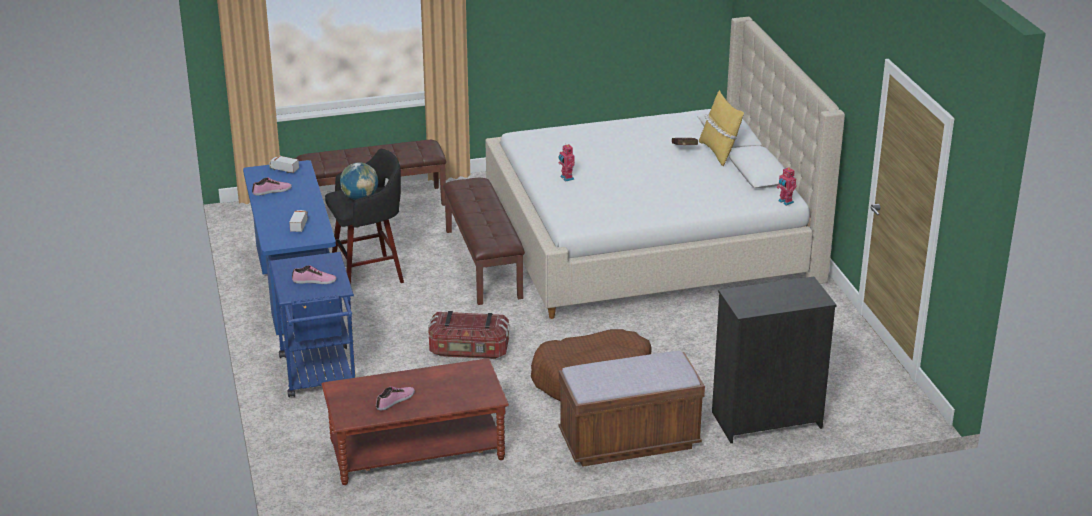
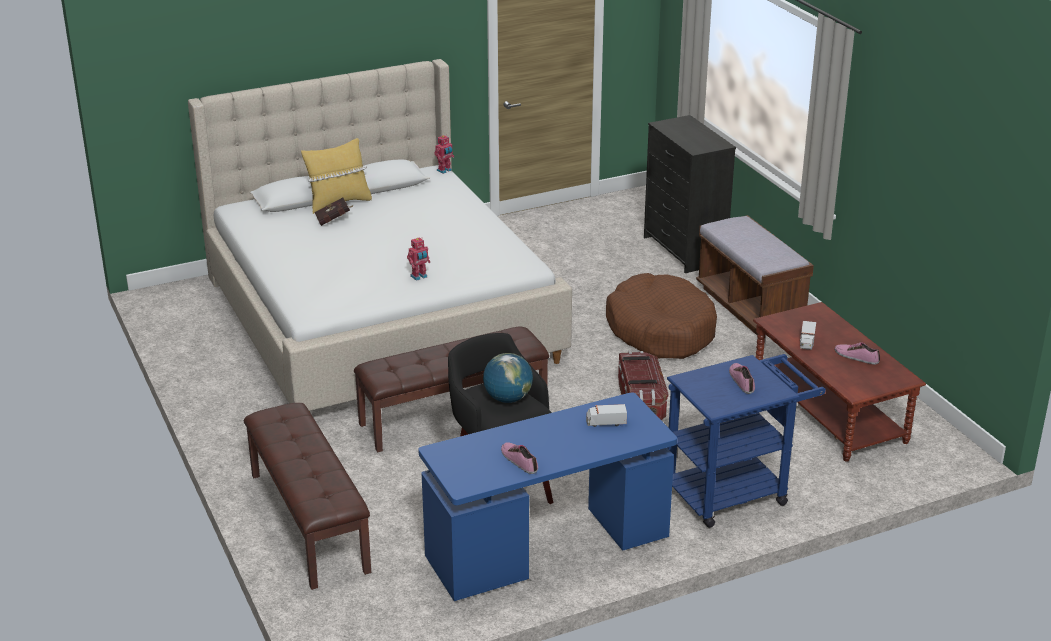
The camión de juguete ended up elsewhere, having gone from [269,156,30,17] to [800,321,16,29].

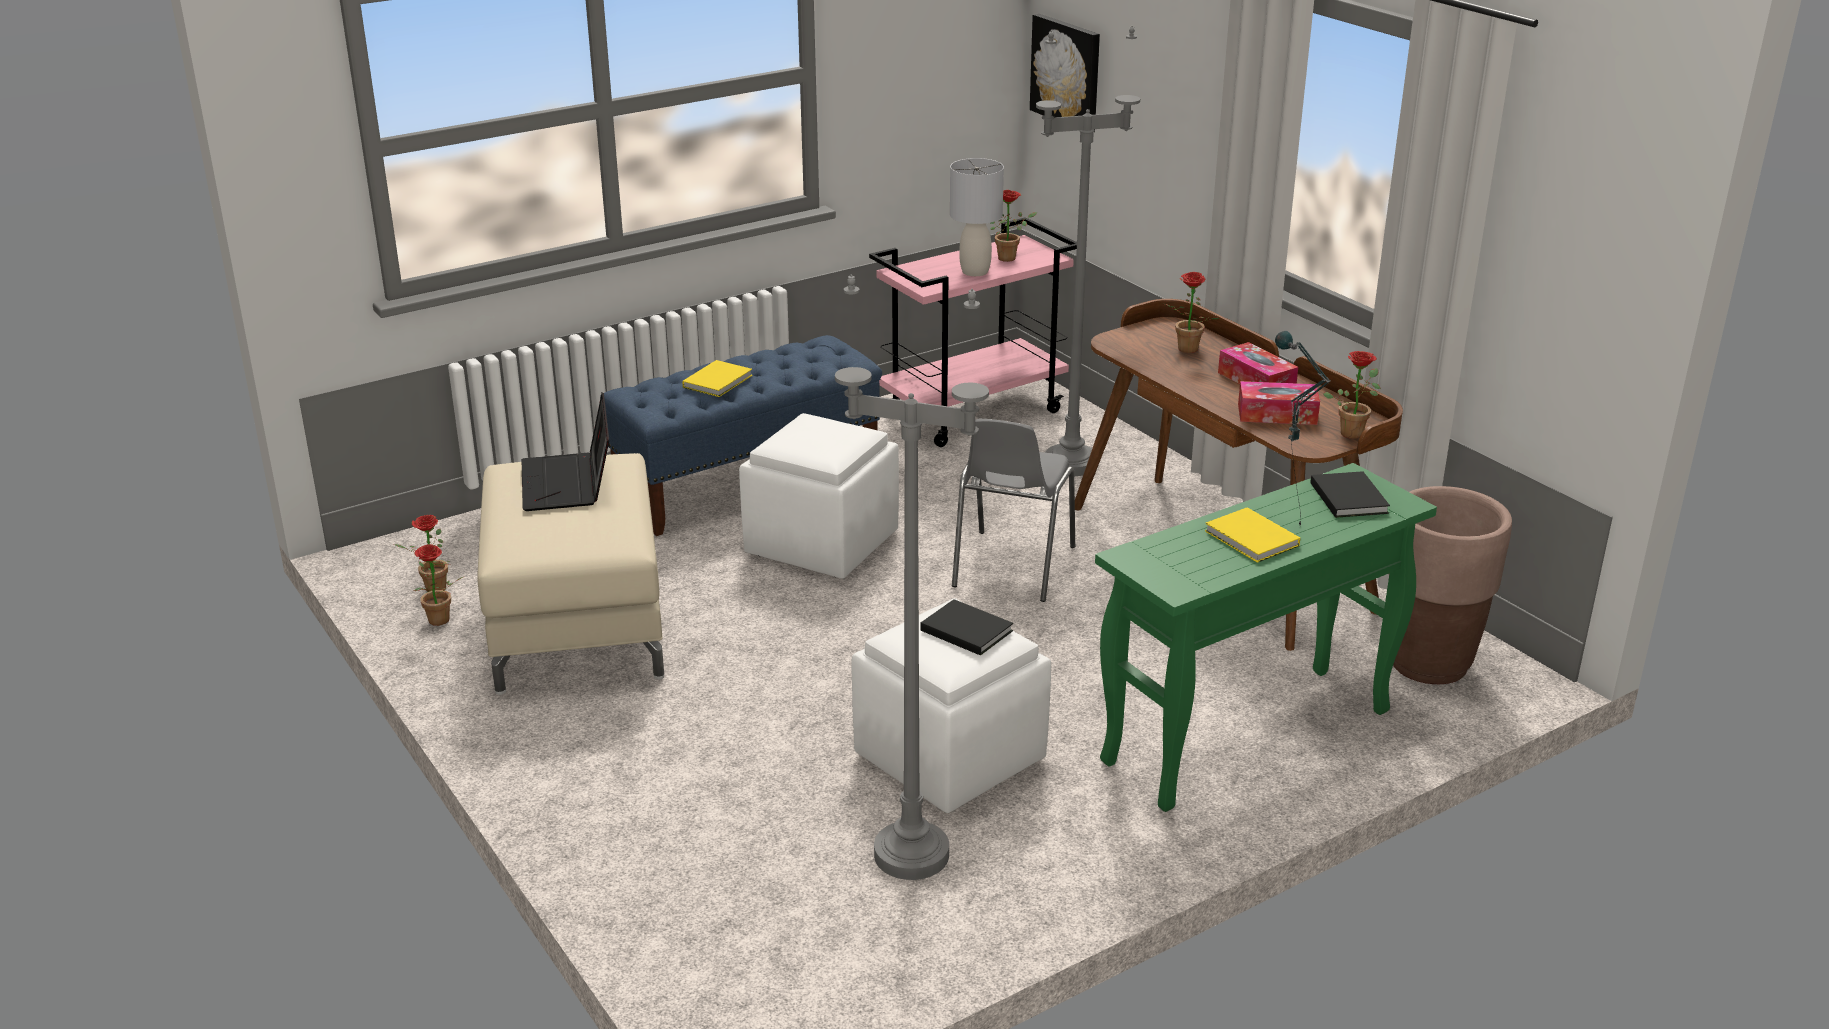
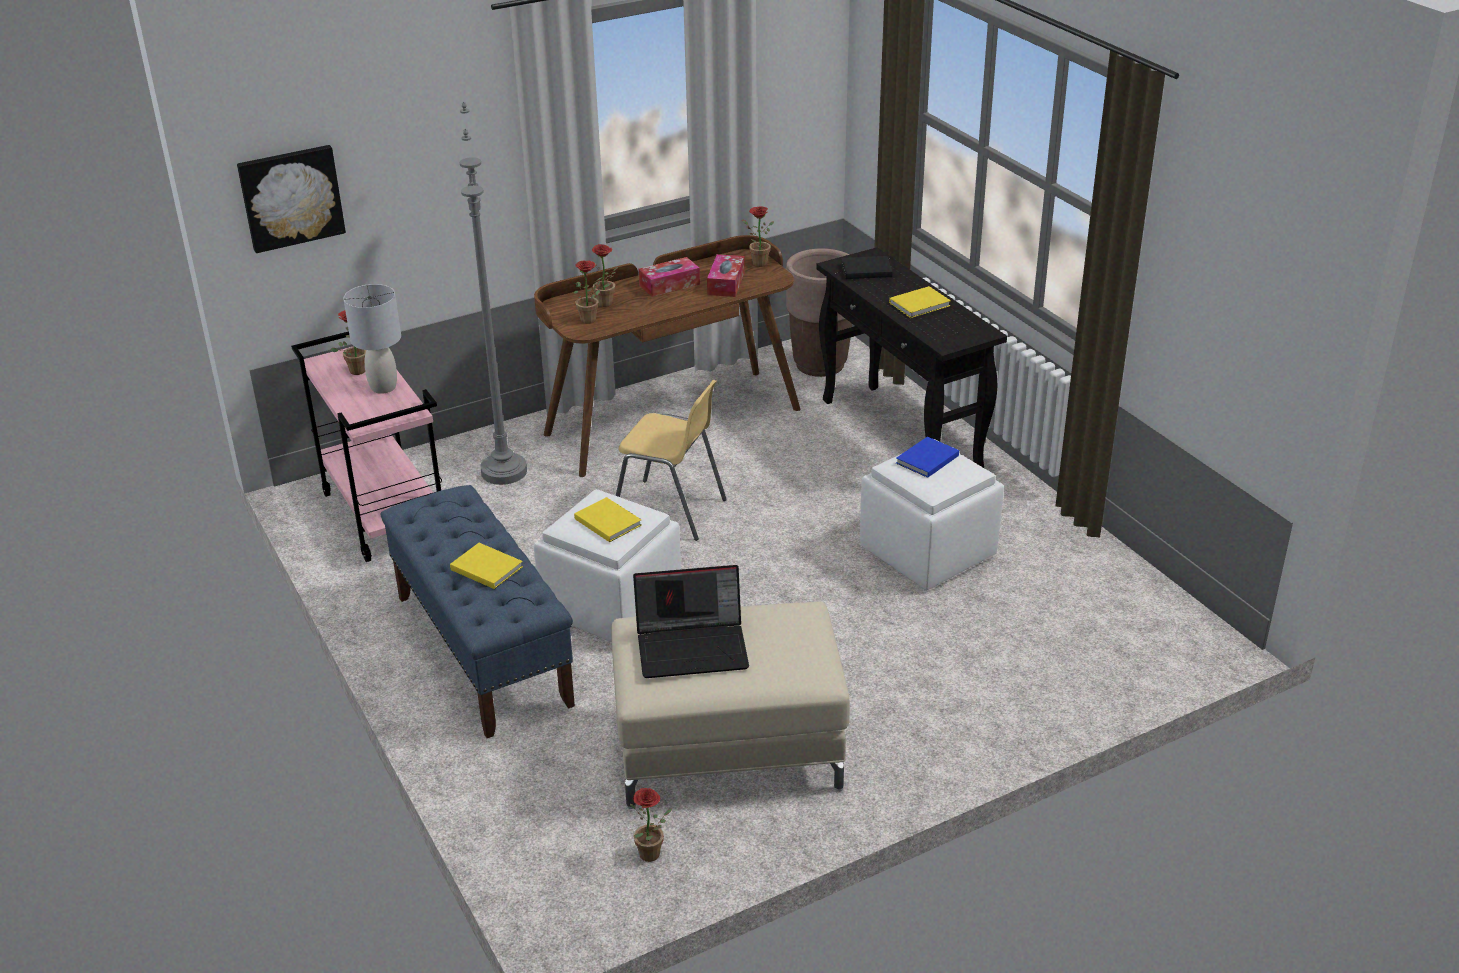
The planta en maceta ended up elsewhere, having gone from [413,544,52,82] to [573,261,39,63]. The second view lost the lámpara de pie (gris) at [835,275,154,605]. What was the libro (negro) at [920,599,93,56] turned into the libro (azul) at [896,437,63,41]. What was the silla (gris) at [952,419,123,183] turned into the silla (amarillo) at [616,380,111,161]. What was the mesa consola (verde) at [1095,463,342,349] turned into the mesa consola (negro) at [816,247,191,221]. The second view lost the lámpara de mesa at [1275,331,56,195]. The second view gained the libro (amarillo) at [574,497,68,45].

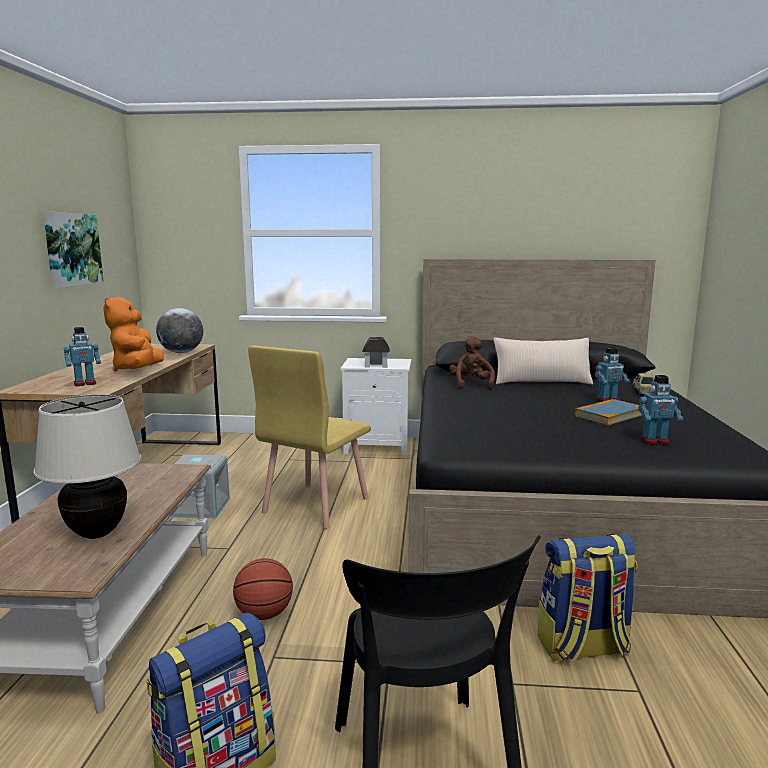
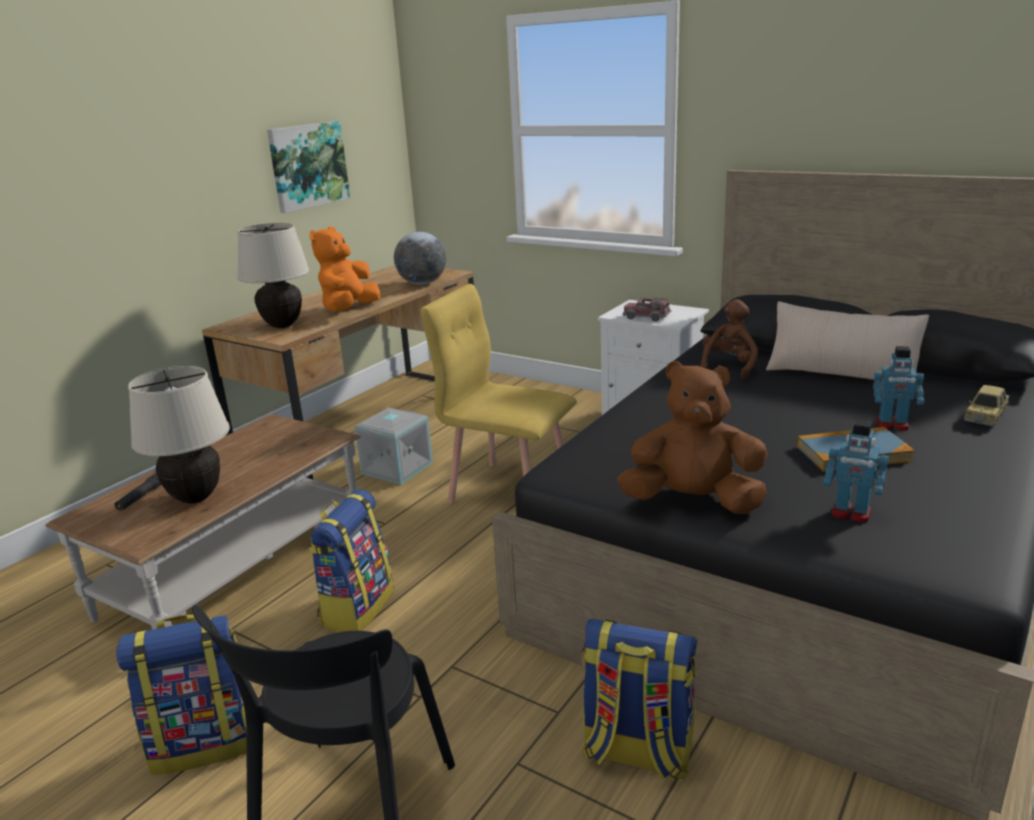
Where the robot de juguete stood at [64,327,37,59], the lámpara de mesa (beis) came to stand at [237,223,73,105]. Where the balón de baloncesto stood at [233,558,60,62], the mochila came to stand at [308,489,86,143]. The silla (amarillo) at [248,346,123,183] ended up facing another way, 60 degrees clockwise from before. Where the casita stood at [362,337,28,31], the camión de juguete came to stand at [623,297,48,24]. The second view gained the linterna (negro) at [115,473,46,38]. The second view gained the peluche (marrón) at [617,361,151,153].

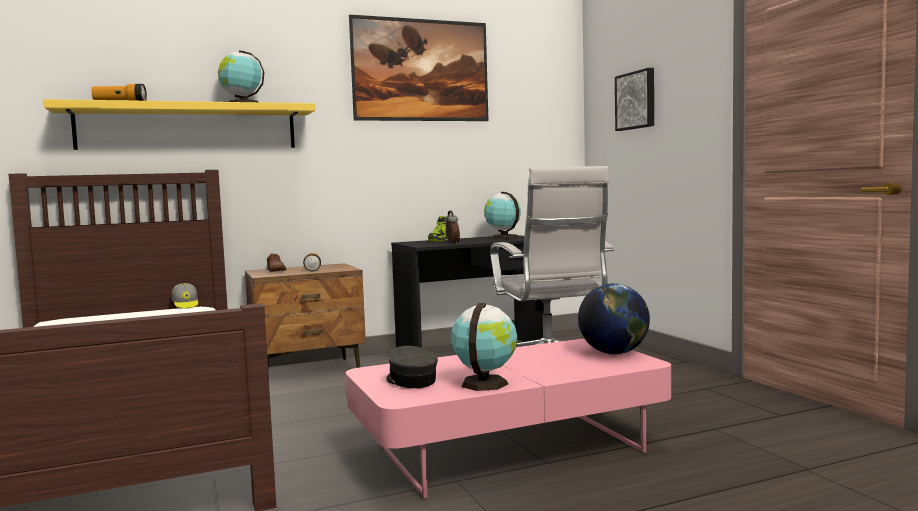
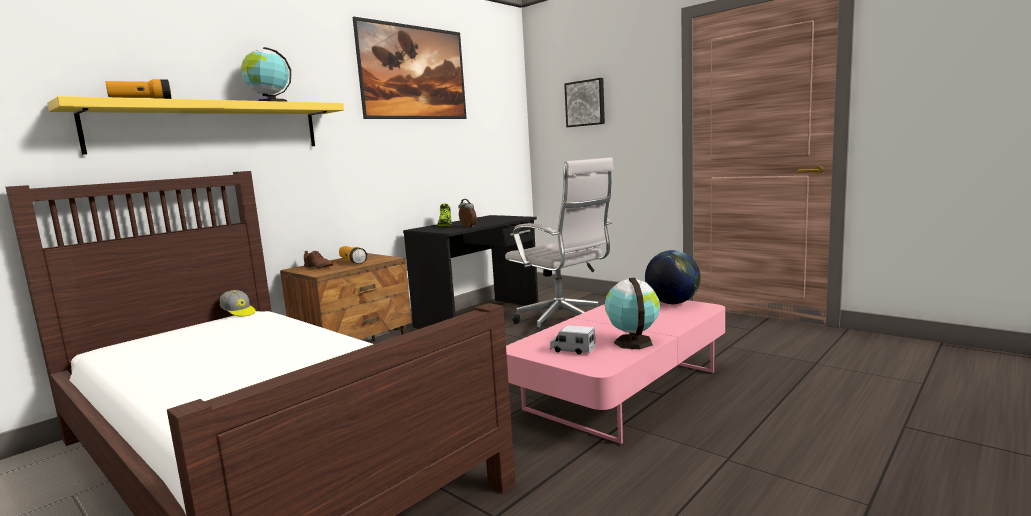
Where the gorra (gris) stood at [386,346,52,42], the camión de juguete came to stand at [550,325,46,29]. The second view lost the globo terráqueo at [484,192,37,47].

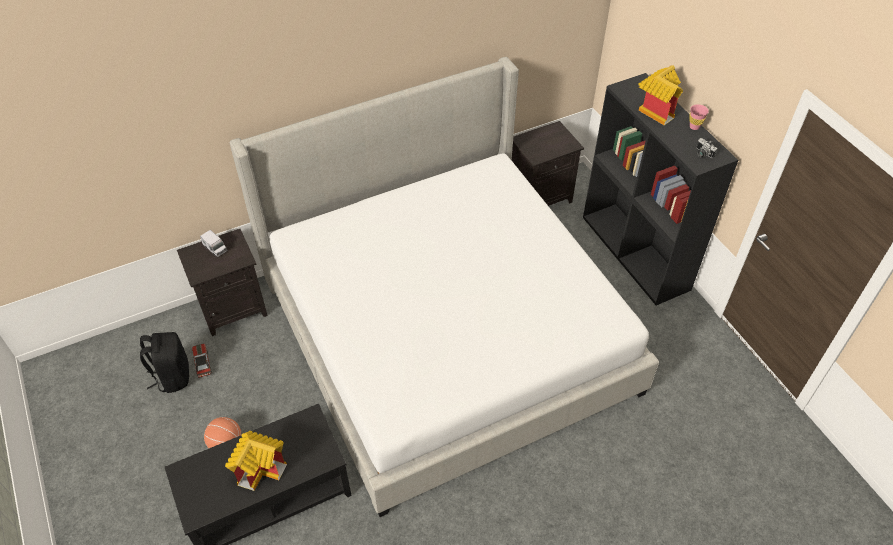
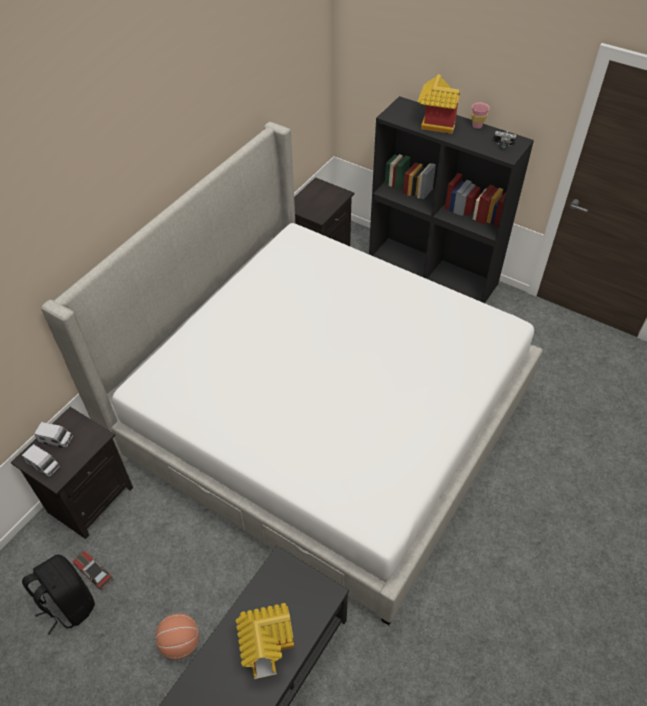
The second view gained the camión de juguete at [22,444,38,33].

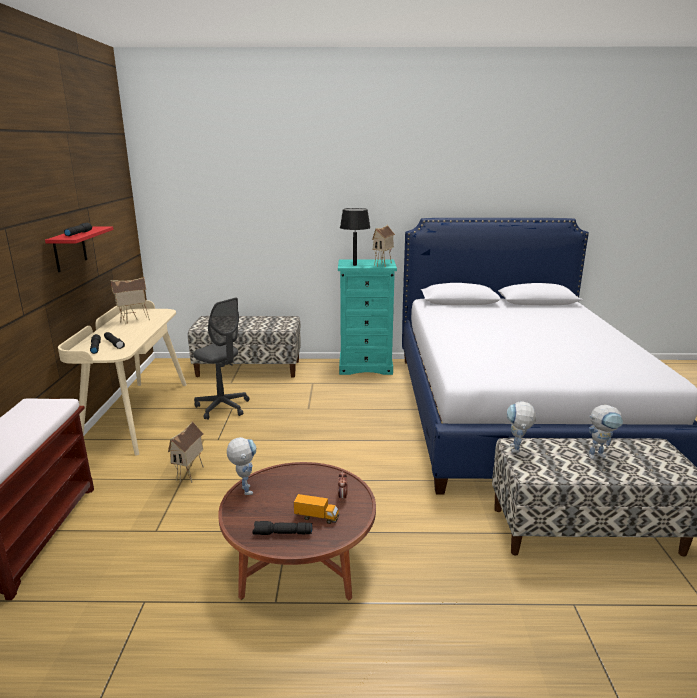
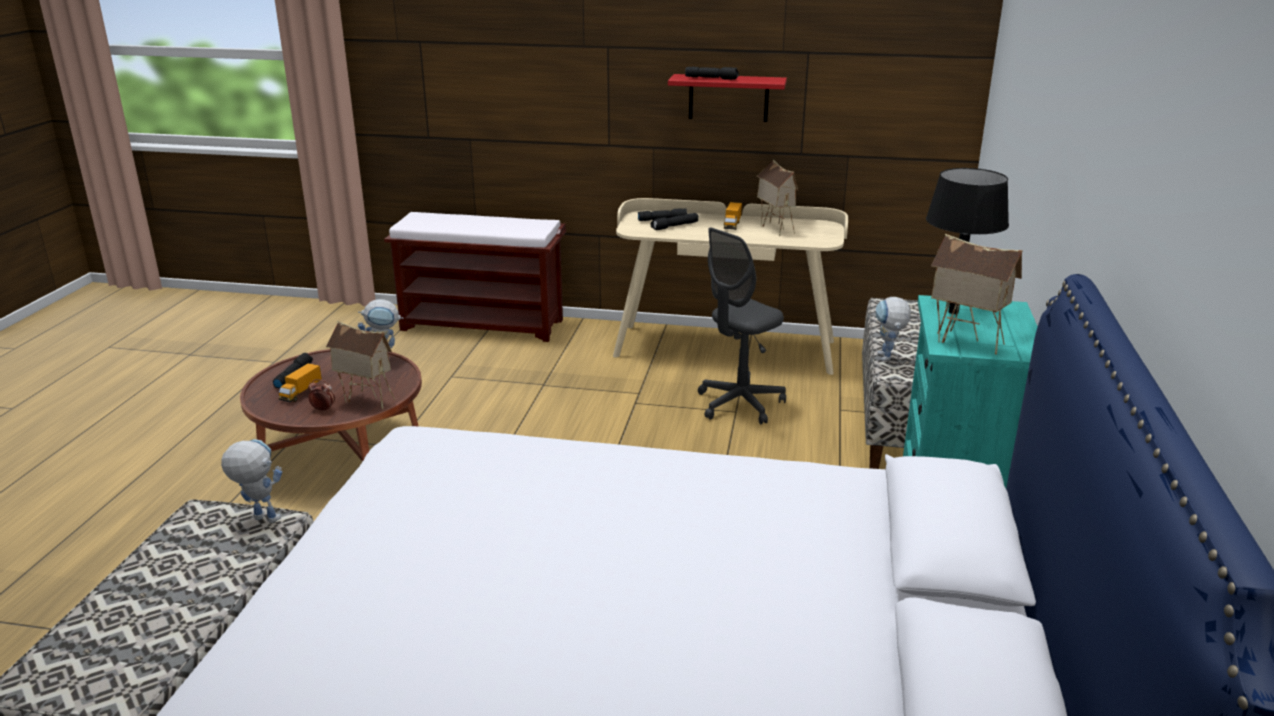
The casita ended up elsewhere, having gone from [168,421,36,63] to [326,321,69,88]. The robot de juguete ended up elsewhere, having gone from [589,405,34,54] to [876,297,35,64]. The second view gained the camión de juguete at [724,202,18,28].

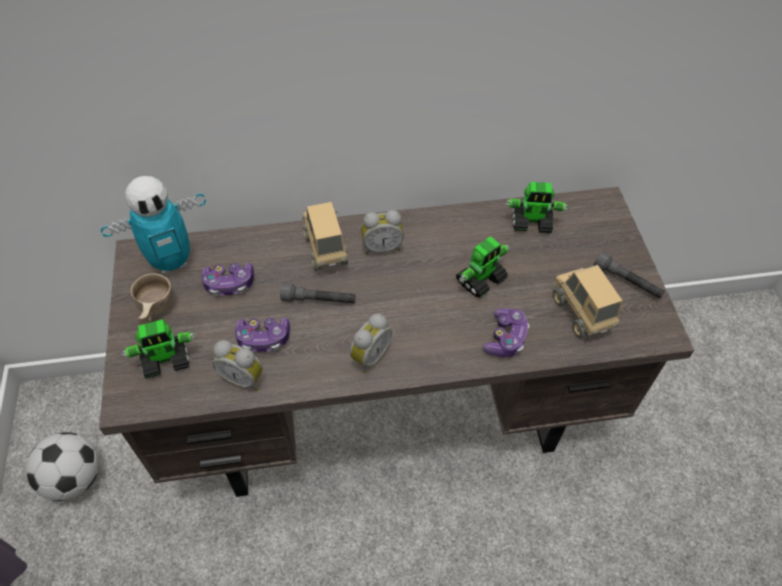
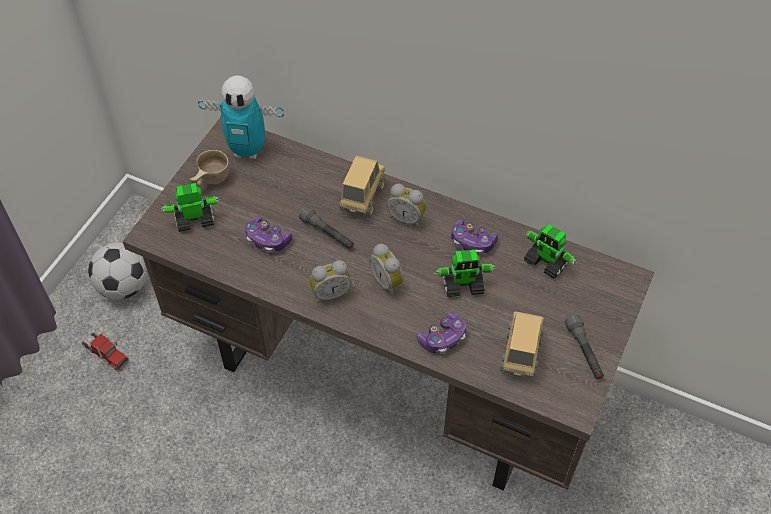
The robot de juguete at [121,319,76,60] ended up facing another way, 150 degrees clockwise from before. The mando de consola ended up elsewhere, having gone from [202,263,52,33] to [451,220,47,35]. The despertador ended up elsewhere, having gone from [212,340,51,51] to [369,244,35,52]. The second view gained the camión de juguete at [82,333,47,38].

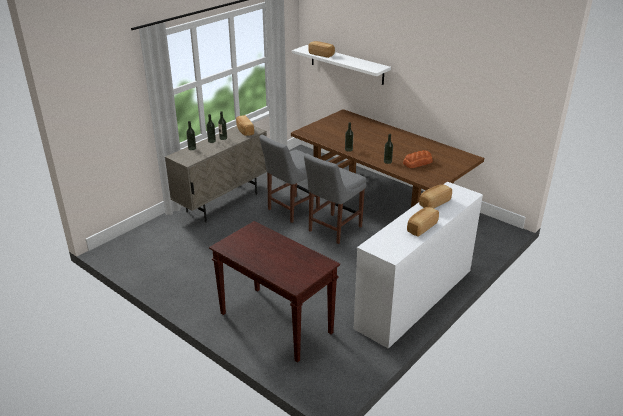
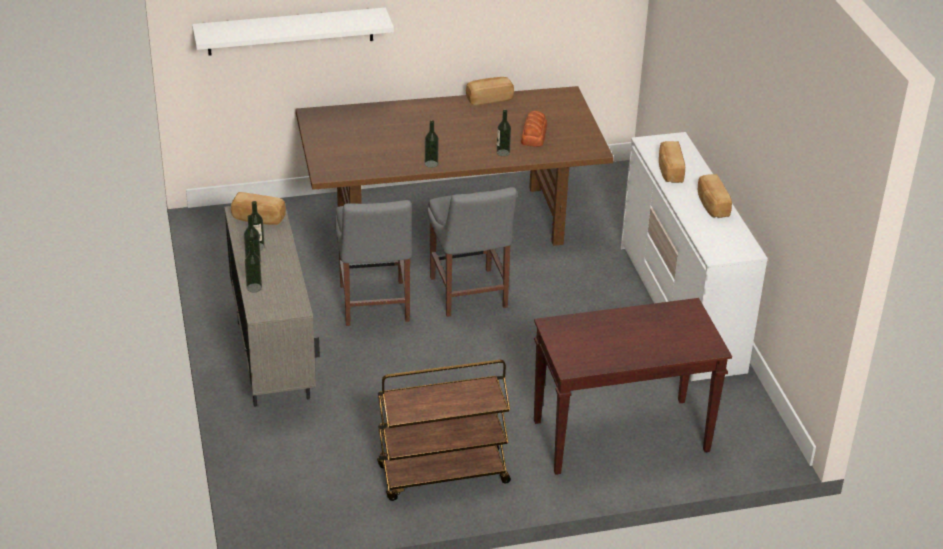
The pan ended up elsewhere, having gone from [308,41,27,17] to [466,77,48,29]. The second view gained the carrito (marrón) at [377,360,134,141].

